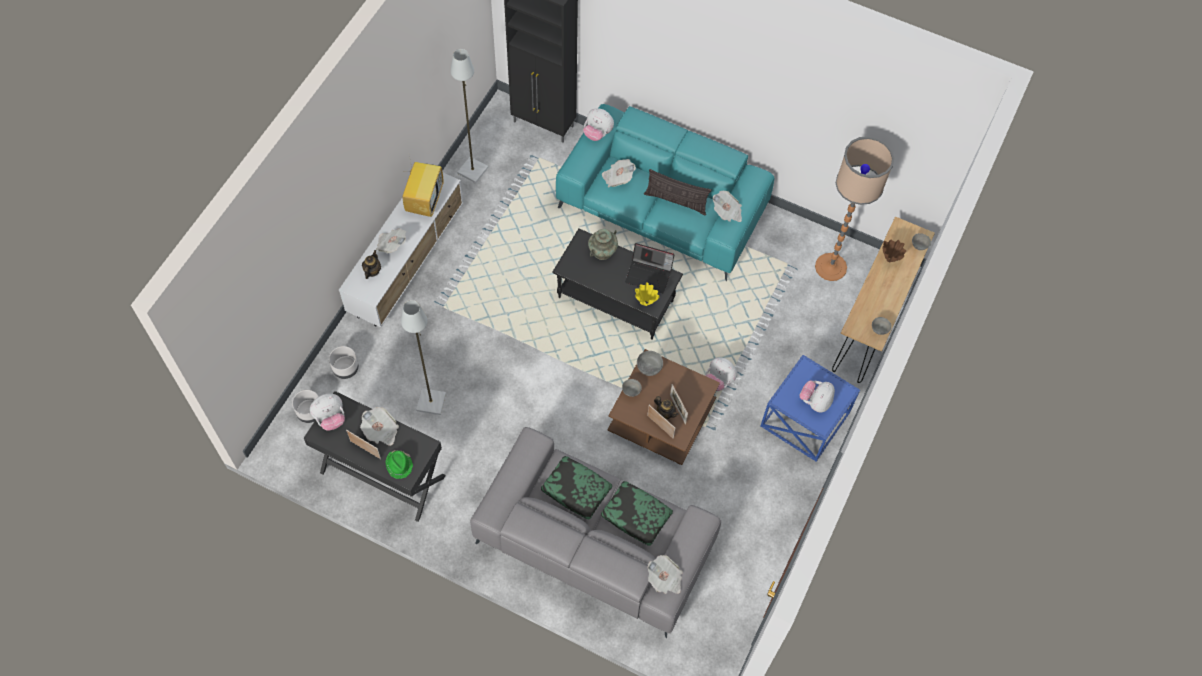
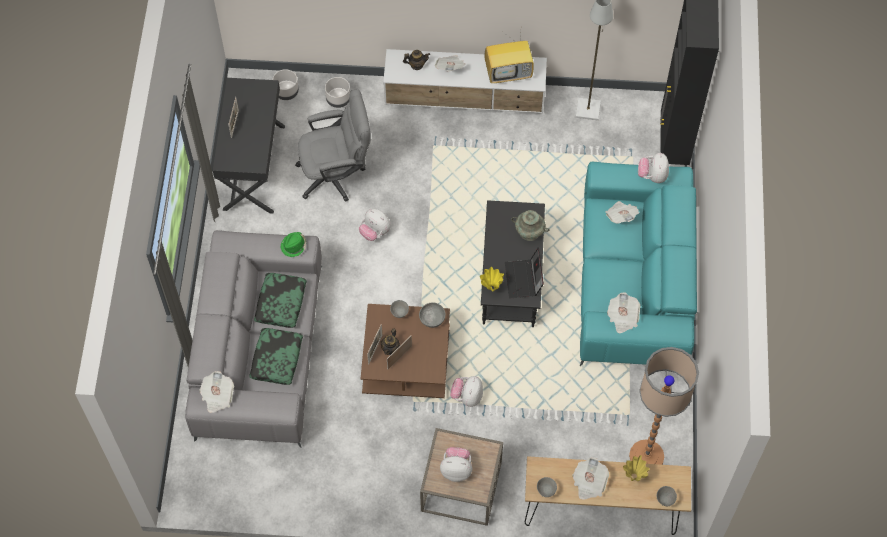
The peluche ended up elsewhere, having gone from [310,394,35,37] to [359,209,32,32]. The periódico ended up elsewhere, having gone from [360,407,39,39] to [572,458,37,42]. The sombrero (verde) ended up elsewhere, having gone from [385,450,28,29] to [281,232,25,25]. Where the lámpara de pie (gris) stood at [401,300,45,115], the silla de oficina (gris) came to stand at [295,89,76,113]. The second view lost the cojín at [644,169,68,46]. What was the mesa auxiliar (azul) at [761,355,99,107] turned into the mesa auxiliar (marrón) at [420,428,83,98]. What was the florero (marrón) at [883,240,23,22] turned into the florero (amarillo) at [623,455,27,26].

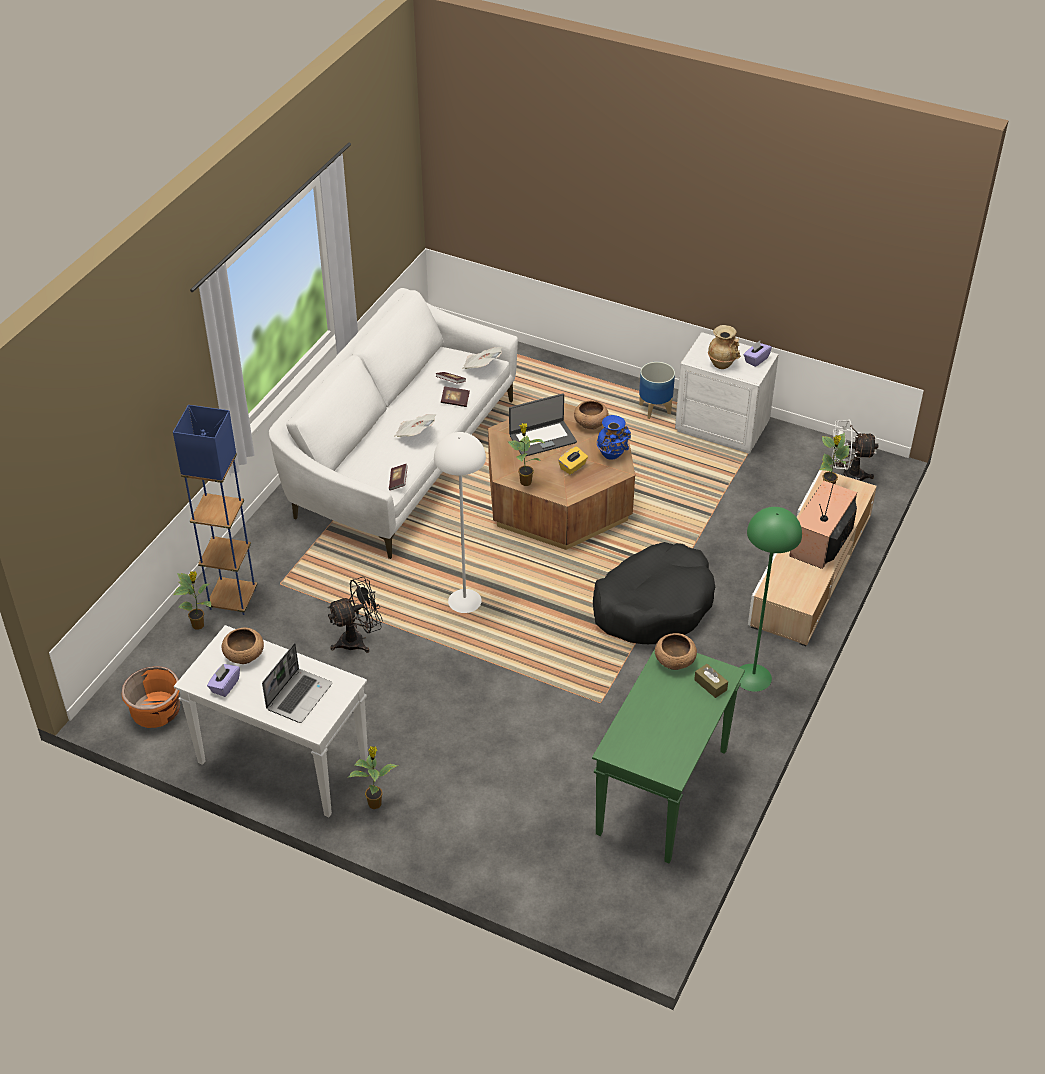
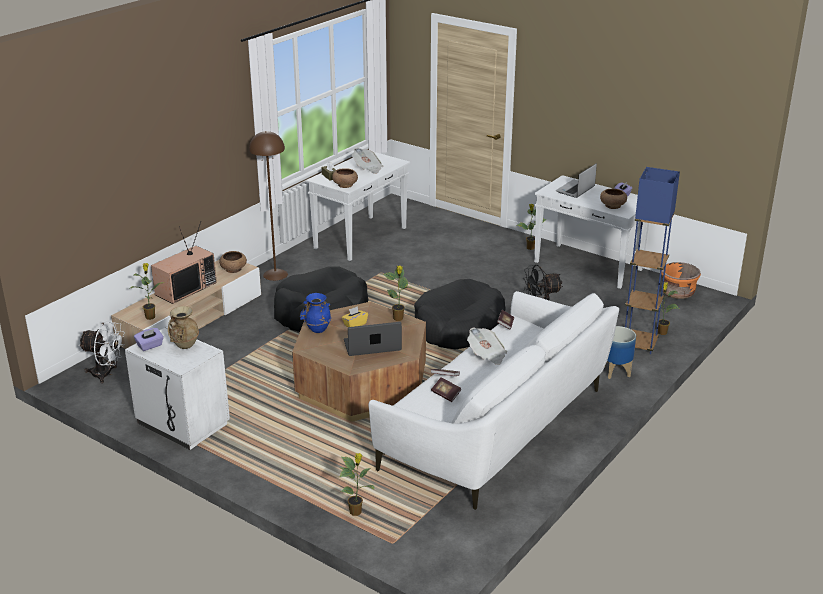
Where the lámpara de pie (blanco) stood at [434,432,52,181], the cama para perro (negro) came to stand at [414,279,92,71]. The periódico ended up elsewhere, having gone from [462,347,40,22] to [352,148,31,26]. The cuenco (marrón) ended up elsewhere, having gone from [574,400,35,30] to [219,251,28,22]. What was the mesa consola (verde) at [592,649,153,214] turned into the mesa consola (blanco) at [306,152,104,109]. The maceta ended up elsewhere, having gone from [639,362,36,57] to [604,326,32,53]. What was the lámpara de pie (verde) at [739,507,63,185] turned into the lámpara de pie (marrón) at [249,131,39,150]. The second view gained the planta en maceta at [339,453,36,63].

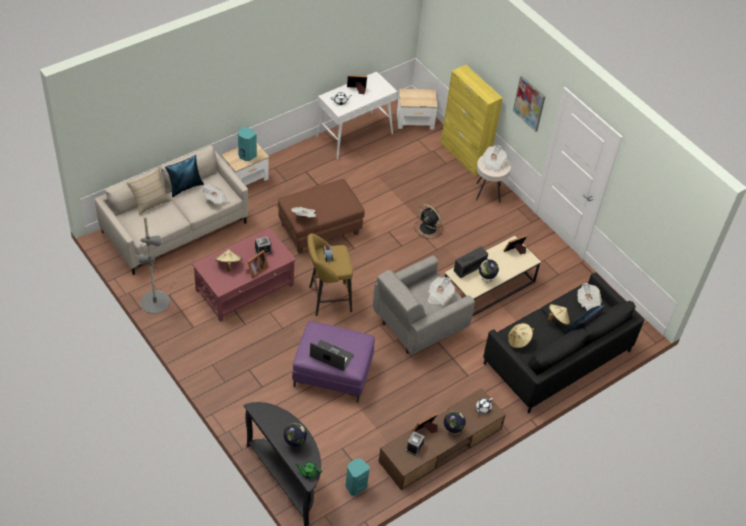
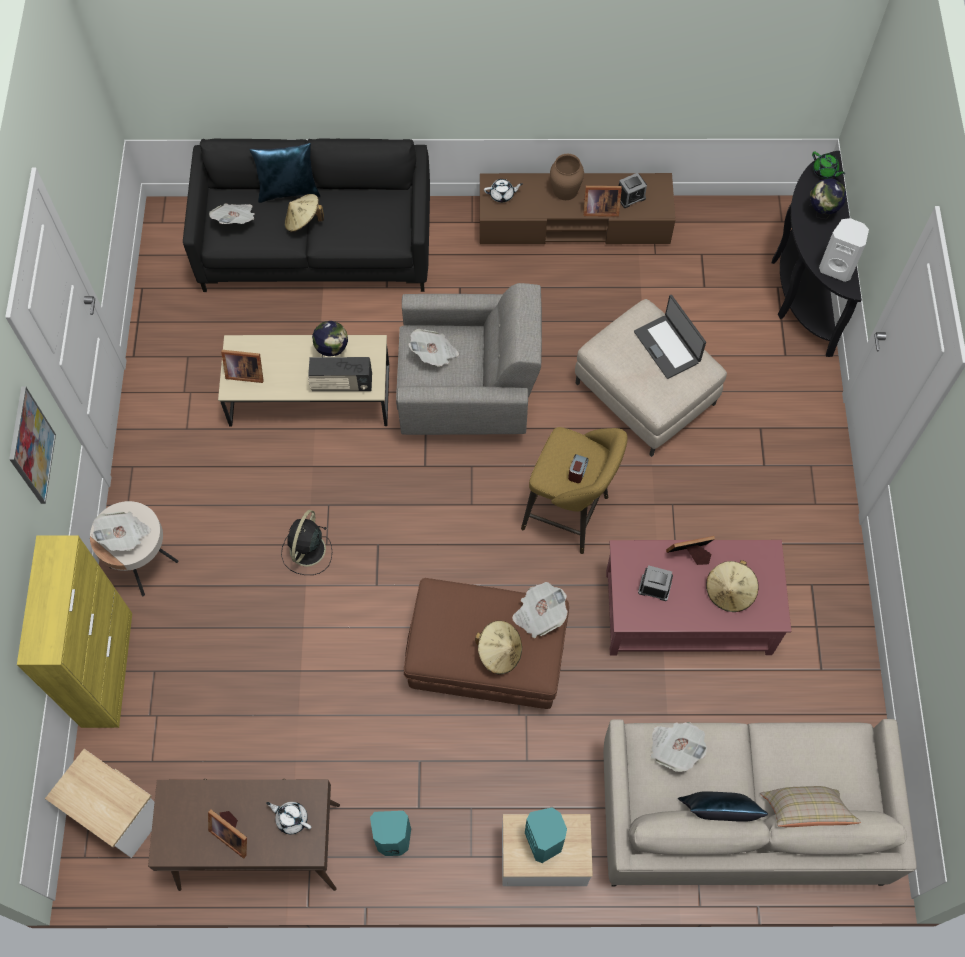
The second view lost the lámpara de pie (gris) at [138,217,54,97]. What was the puf (morado) at [292,321,83,81] turned into the puf (beis) at [575,299,152,158]. What was the mesa consola (blanco) at [316,72,81,87] turned into the mesa consola (marrón) at [148,779,192,112]. The altavoz (turquesa) ended up elsewhere, having gone from [346,459,24,37] to [370,811,41,45]. The ventilador (negro) at [414,204,29,35] ended up facing another way, 150 degrees counterclockwise from before. Where the globo terráqueo stood at [444,411,22,26], the florero (marrón) came to stand at [550,154,34,46]. The sombrero (beis) ended up elsewhere, having gone from [508,323,26,26] to [475,621,47,53]. The second view gained the altavoz (blanco) at [819,218,50,64].

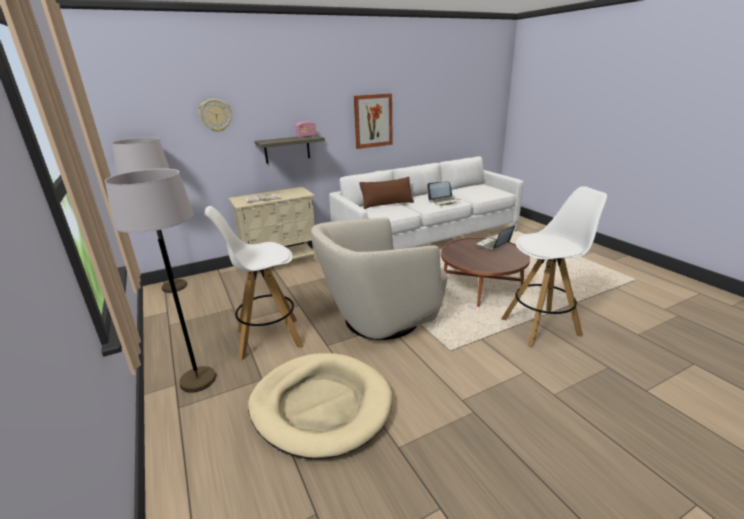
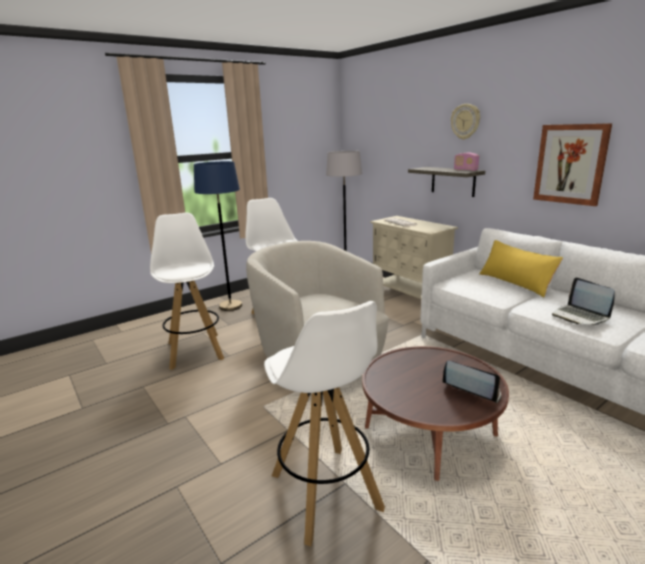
What was the lámpara de pie (gris) at [105,168,111,225] turned into the lámpara de pie (azul) at [194,161,48,150]. The reloj de pared ended up elsewhere, having gone from [199,99,33,33] to [451,104,29,36]. Where the cama para perro (beis) stood at [248,353,144,106], the taburete (blanco) came to stand at [150,213,74,157]. What was the cojín (marrón) at [359,177,55,32] turned into the cojín (amarillo) at [479,240,84,57].

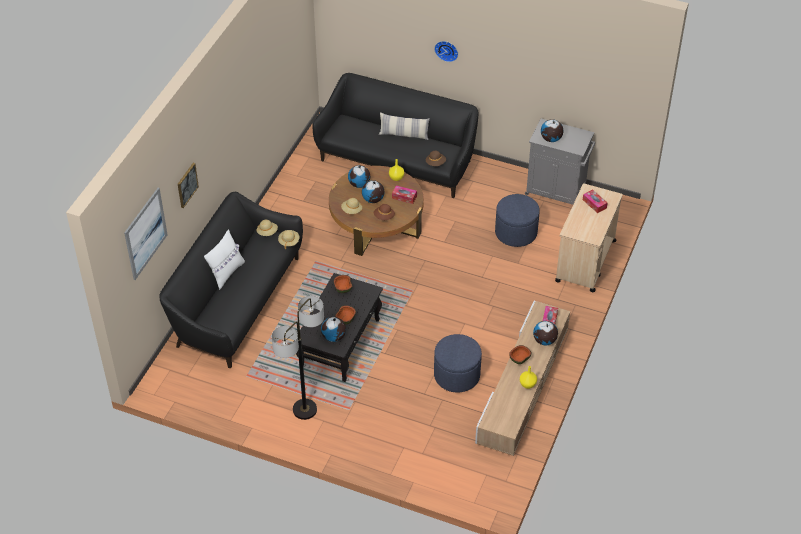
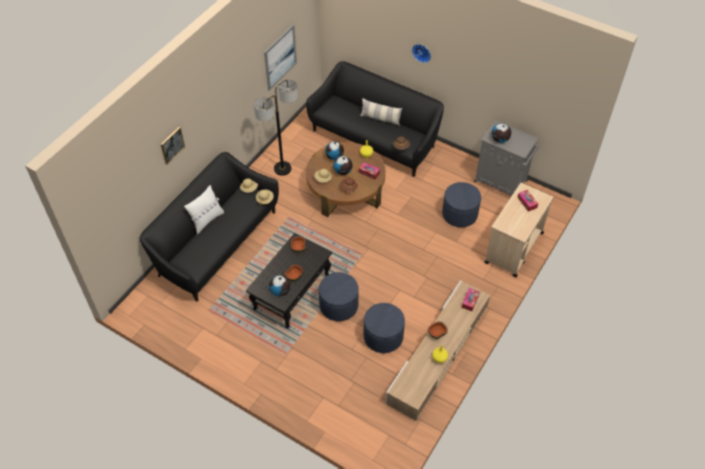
The cuadro ended up elsewhere, having gone from [124,188,44,92] to [264,24,33,67]. The lámpara de pie ended up elsewhere, having gone from [272,296,52,124] to [254,80,44,96]. The second view lost the globo terráqueo at [533,321,25,24]. The second view gained the puf (azul) at [319,272,40,49].

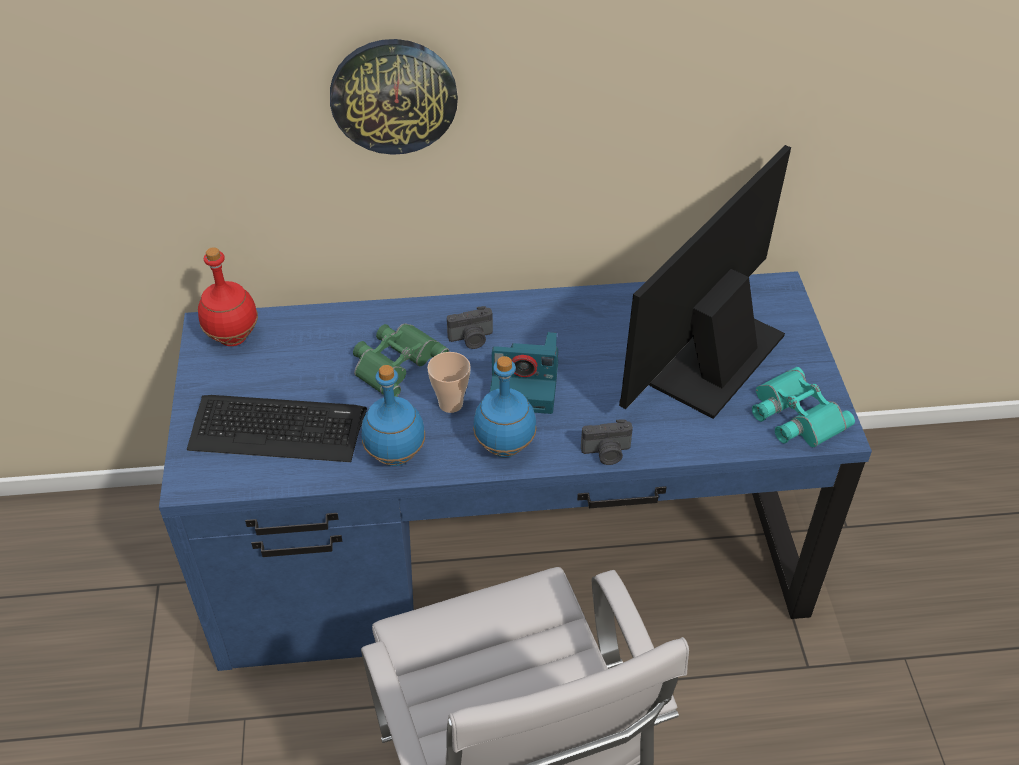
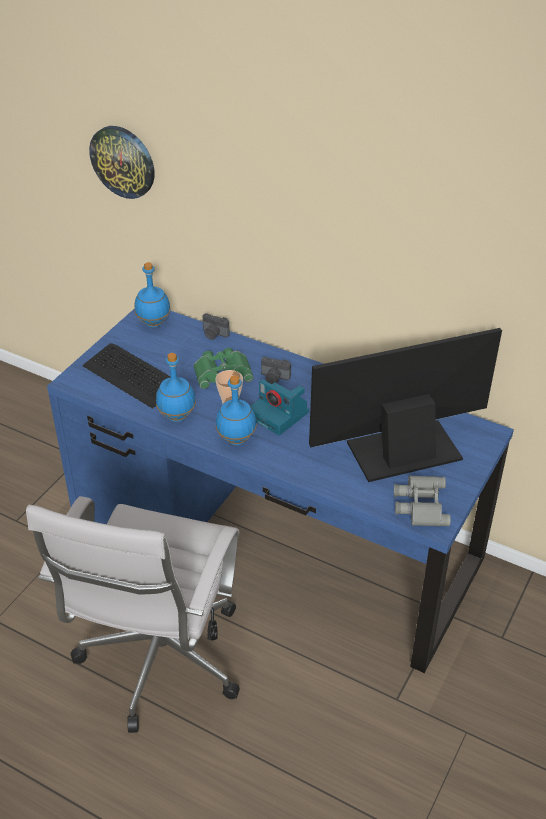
What was the botella (rojo) at [198,247,60,99] turned into the botella (azul) at [134,262,36,66]. The reloj de pared ended up elsewhere, having gone from [330,39,128,116] to [89,126,66,73]. The cámara ended up elsewhere, having gone from [581,419,52,46] to [203,313,27,27]. What was the prismáticos (turquesa) at [752,367,103,80] turned into the prismáticos (gris) at [394,476,57,50].

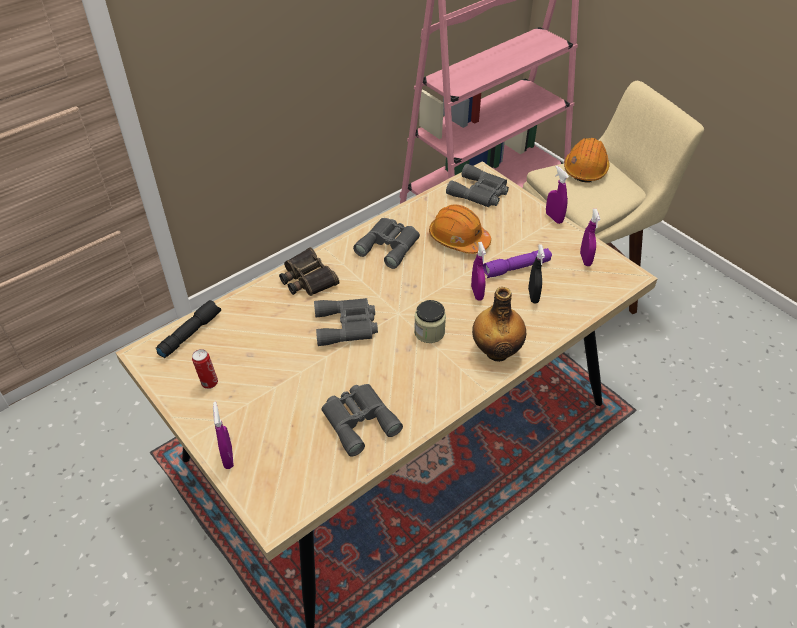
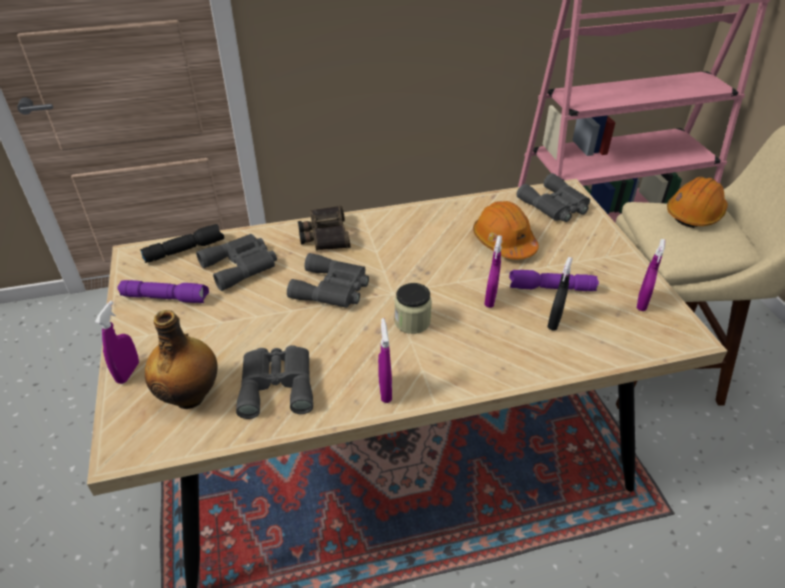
Where the lata stood at [192,349,26,40], the linterna (morado) came to stand at [117,280,92,23]. The prismáticos (gris) ended up elsewhere, having gone from [353,218,67,51] to [196,234,81,57]. The botella ended up elsewhere, having gone from [472,287,54,75] to [145,310,73,99]. The pulverizador (morado) ended up elsewhere, having gone from [546,166,23,58] to [378,318,14,85].

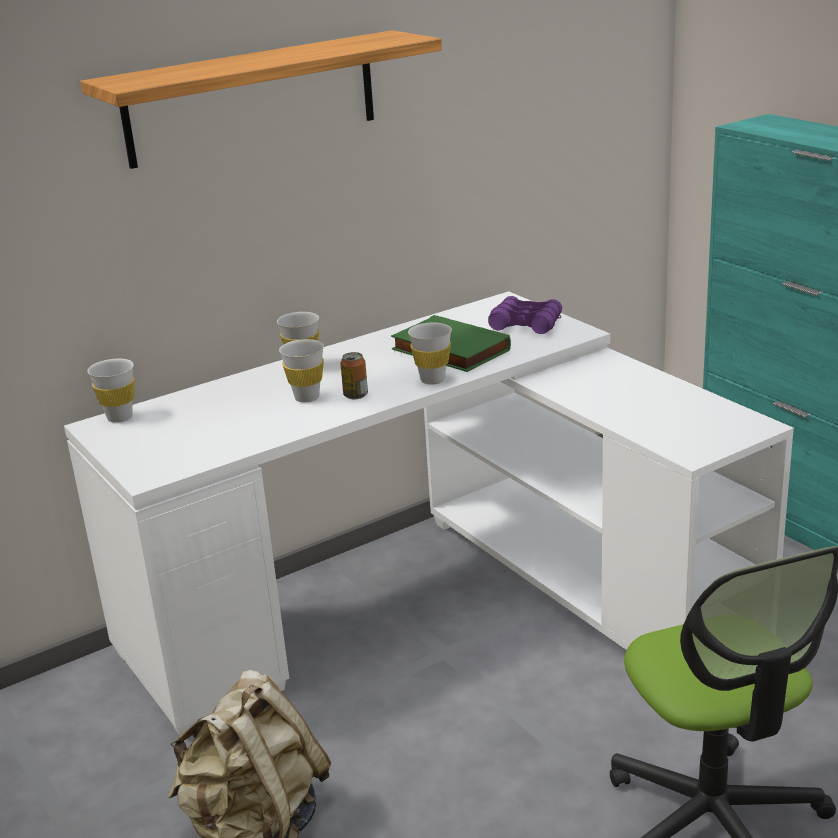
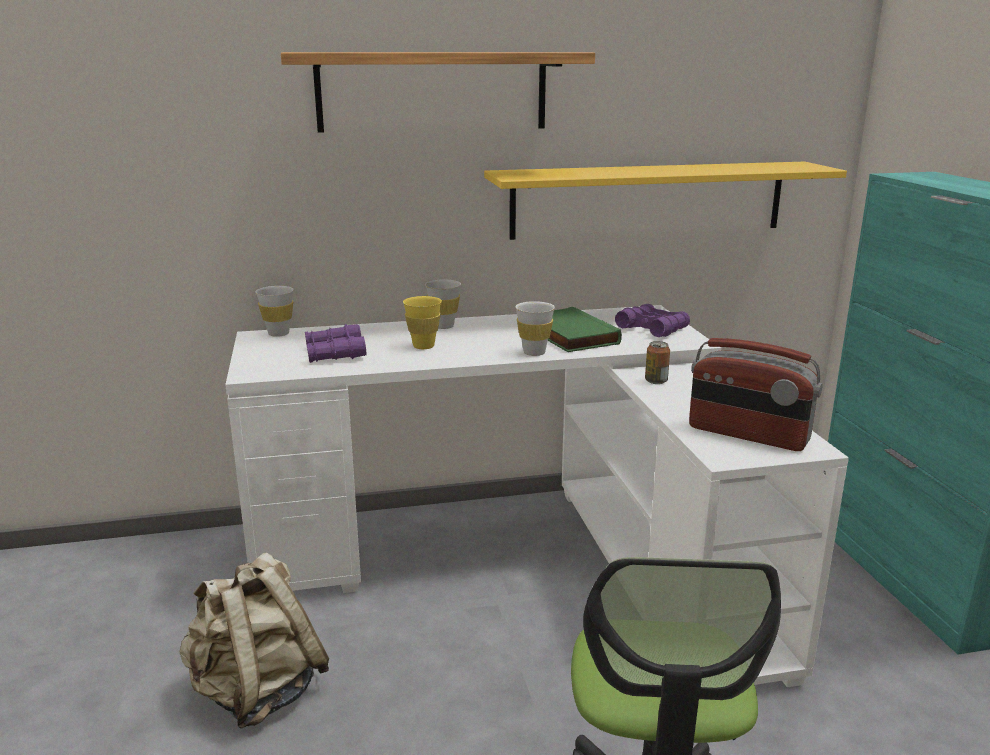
What was the taza (blanco) at [279,339,45,63] turned into the taza (amarillo) at [403,296,39,53]. The lata ended up elsewhere, having gone from [340,352,28,47] to [645,341,25,43]. The second view gained the prismáticos (morado) at [305,324,62,39]. The second view gained the estante (amarillo) at [484,162,363,78]. The second view gained the radio at [689,338,134,113].

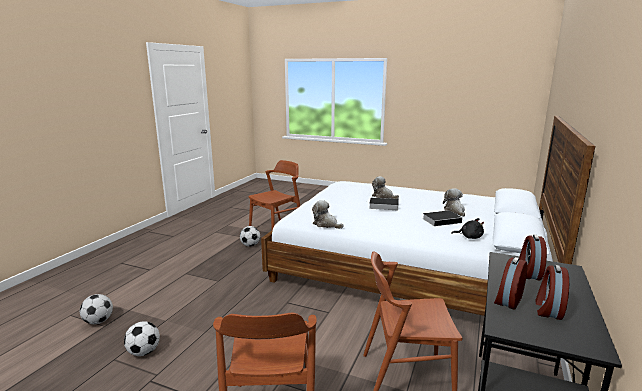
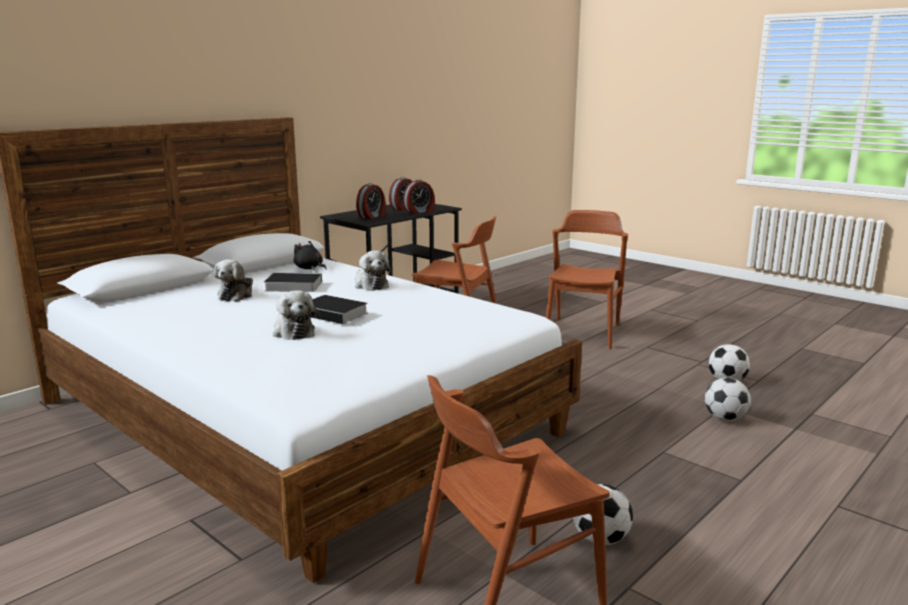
The balón de fútbol ended up elsewhere, having gone from [80,294,33,30] to [705,378,46,43]. The peluche ended up elsewhere, having gone from [312,200,31,29] to [355,251,36,40].

